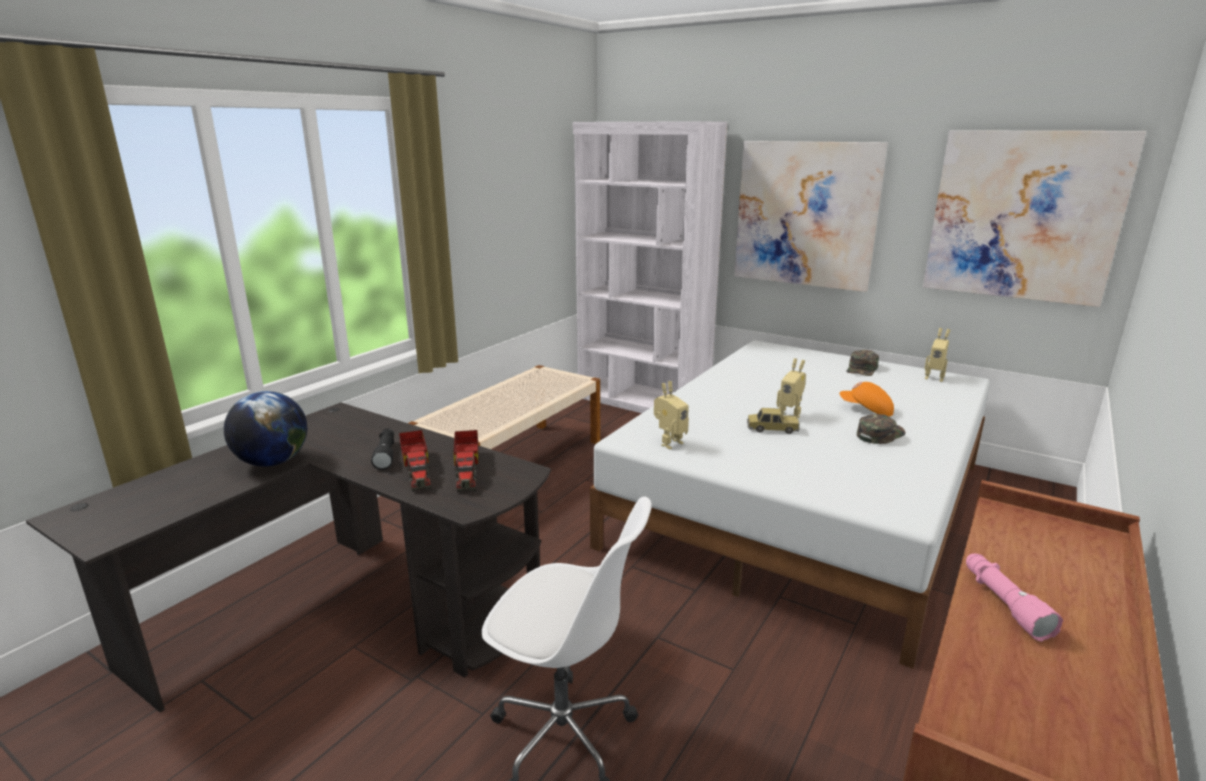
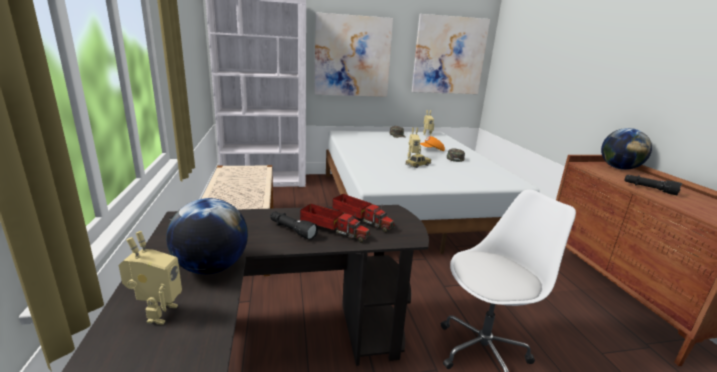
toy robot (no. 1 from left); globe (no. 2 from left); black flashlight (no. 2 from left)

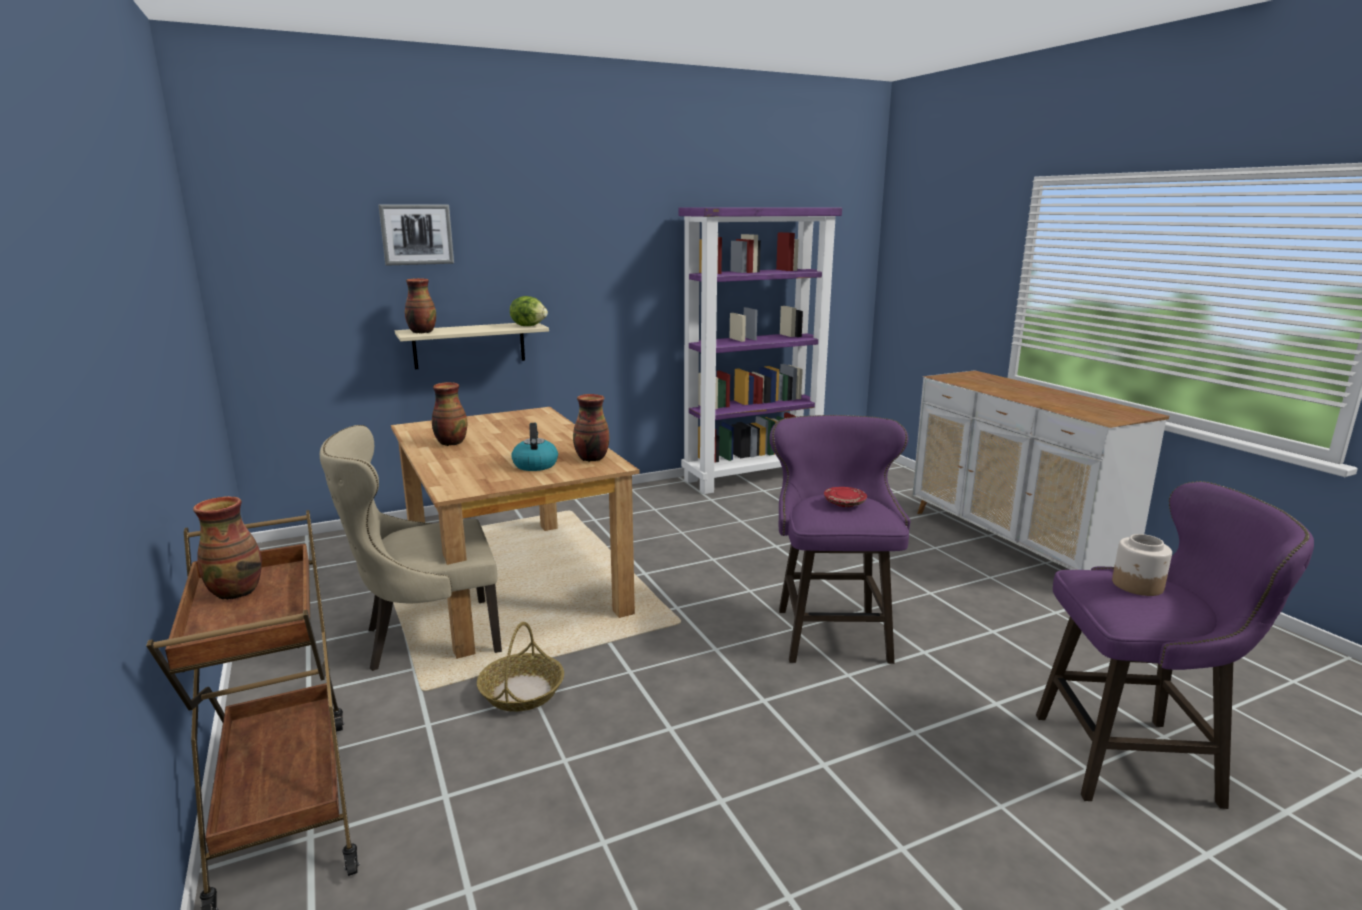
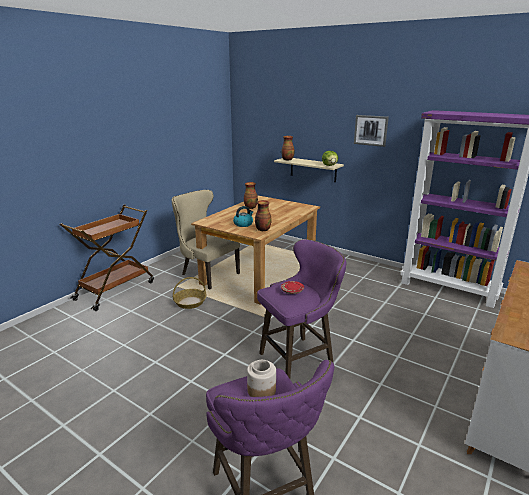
picture; vase (no. 1 from left in the first image)

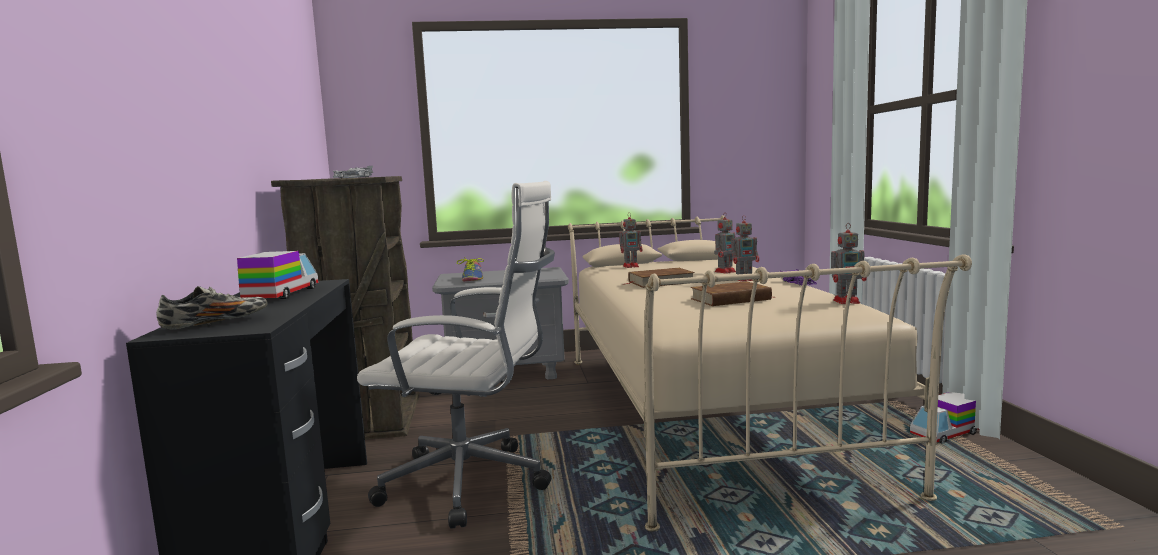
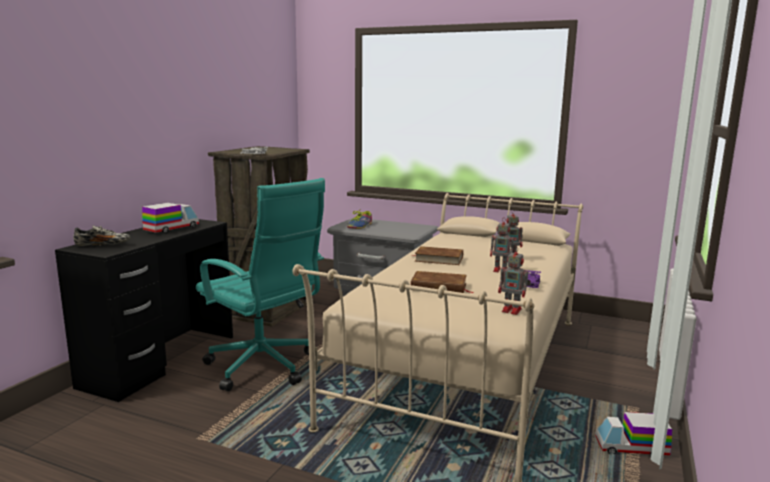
turquoise office chair; toy robot (no. 1 from left in the first image)

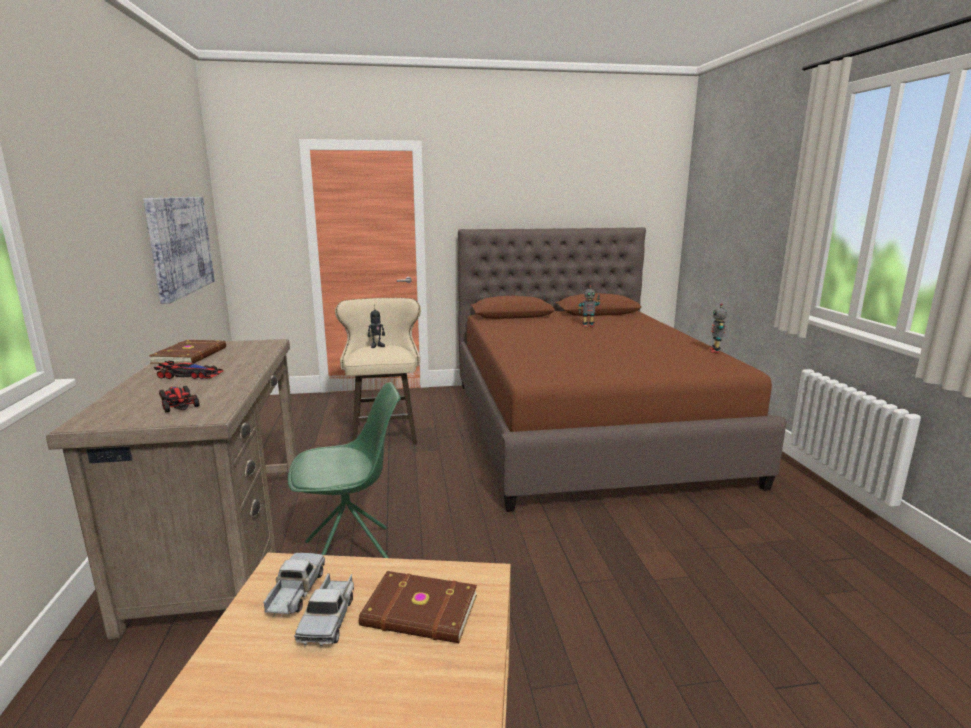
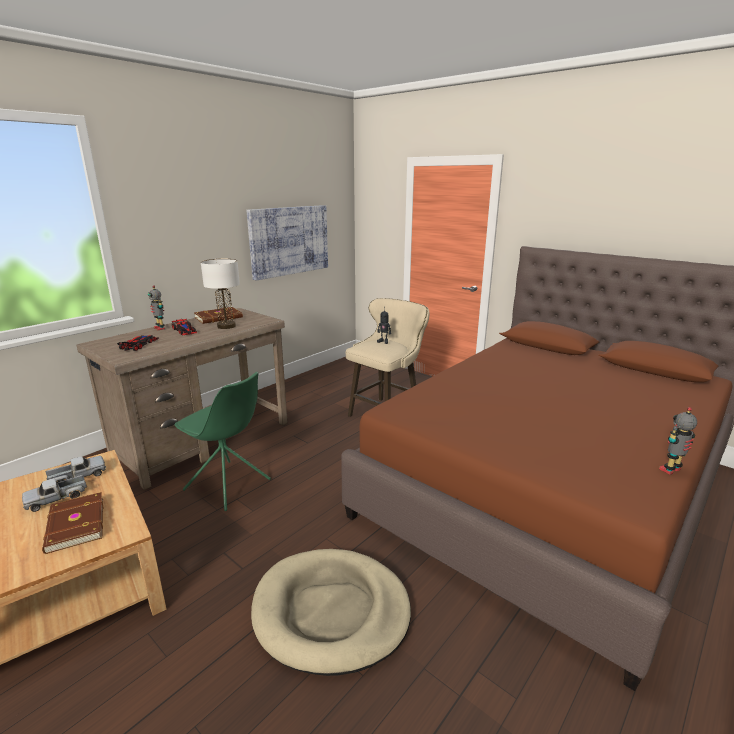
toy robot (no. 1 from left); table lamp; beige dog bed

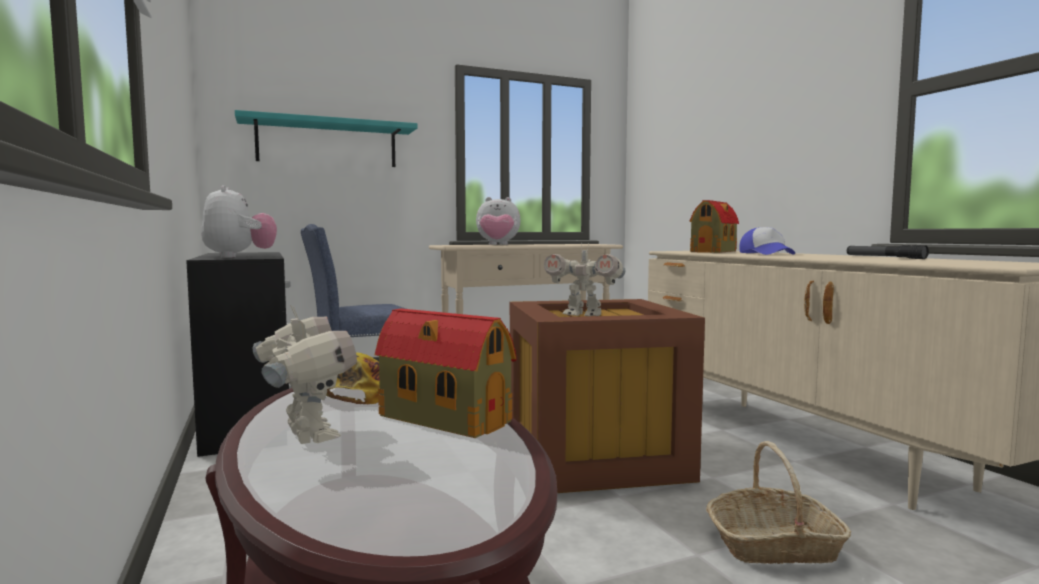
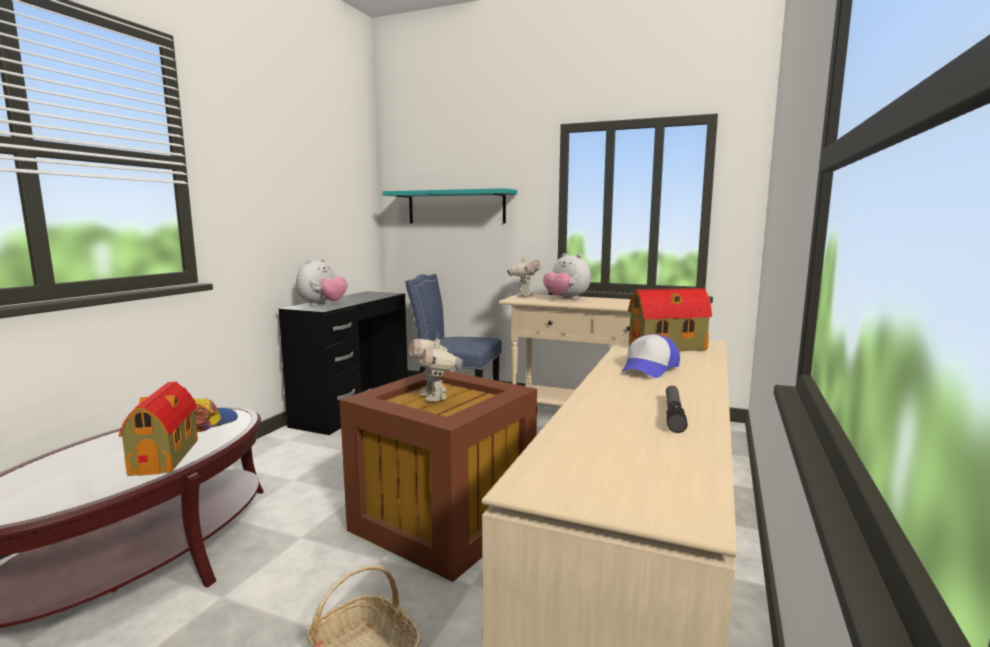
toy robot (no. 2 from left)

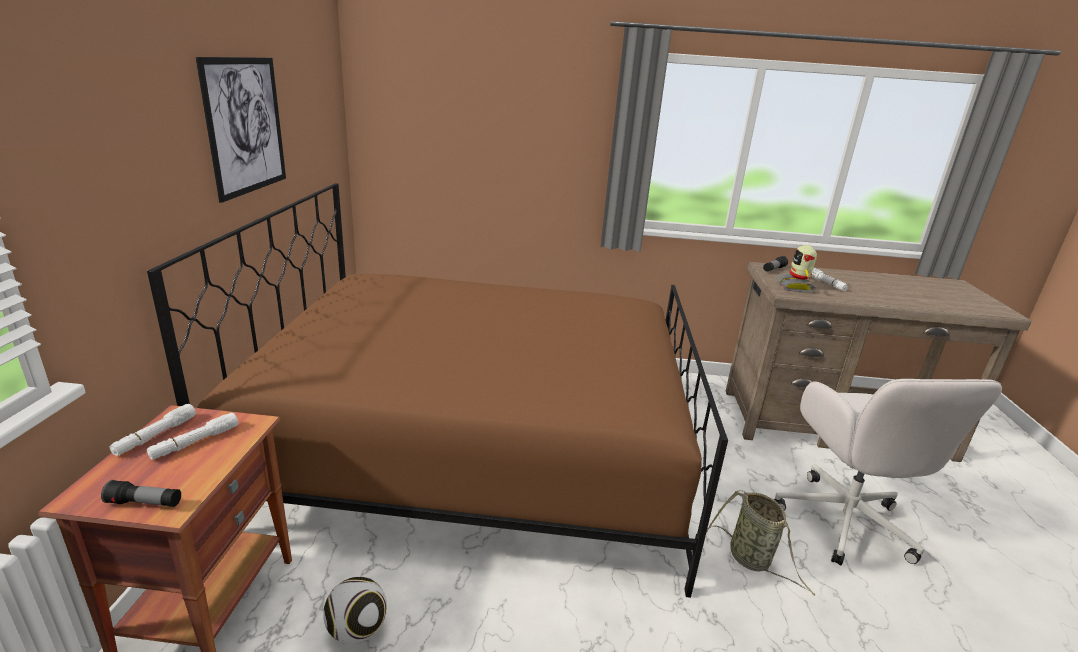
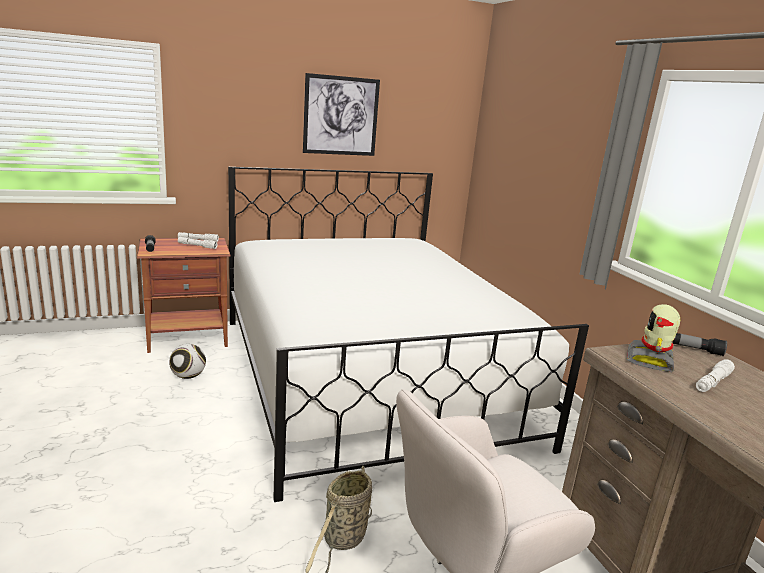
white bed; toy robot

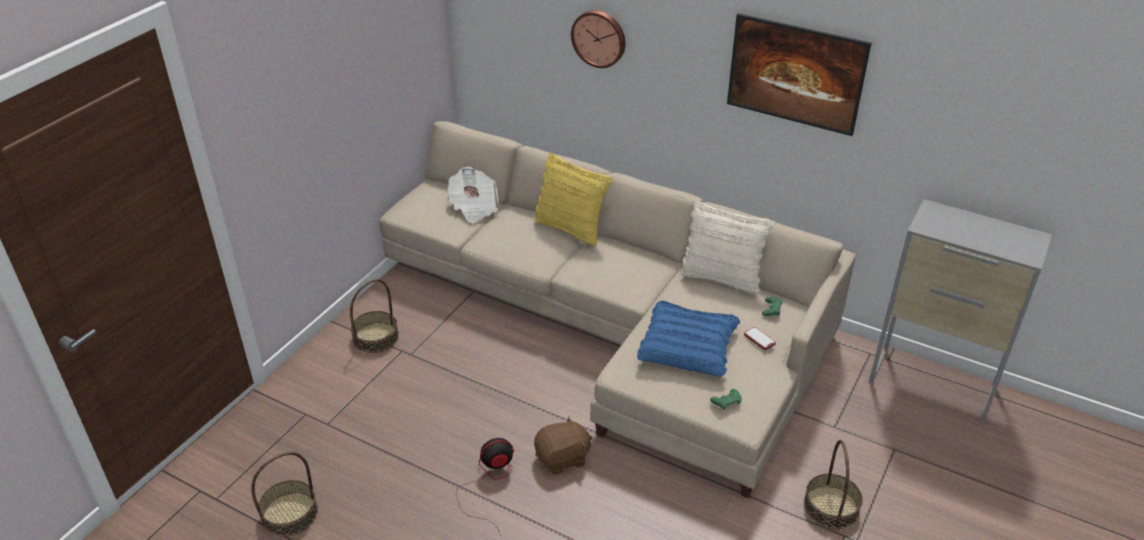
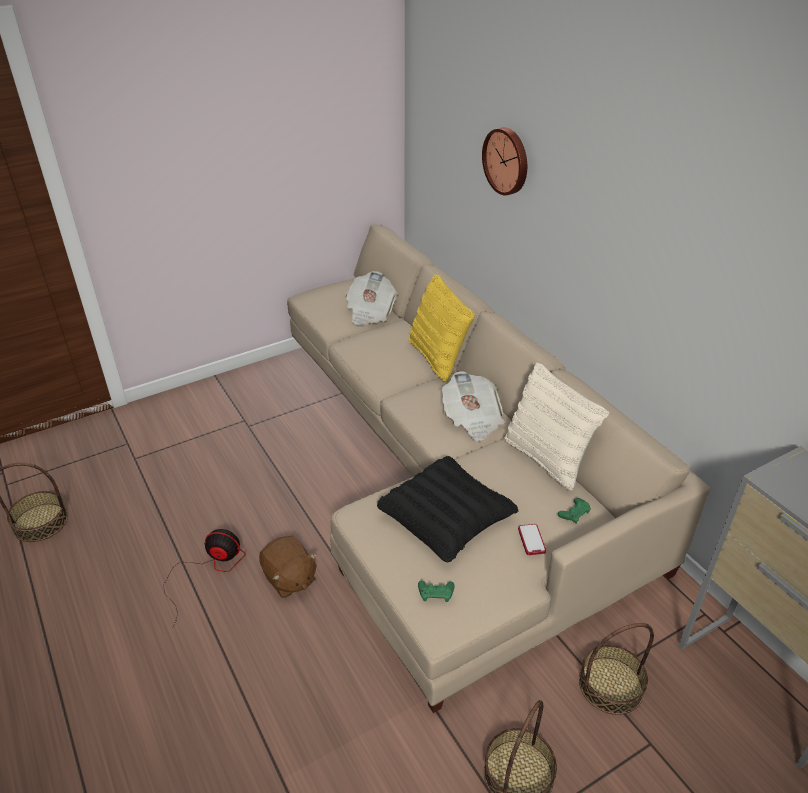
brown plush toy; black pillow; newspaper (no. 2 from left); basket (no. 3 from left); picture

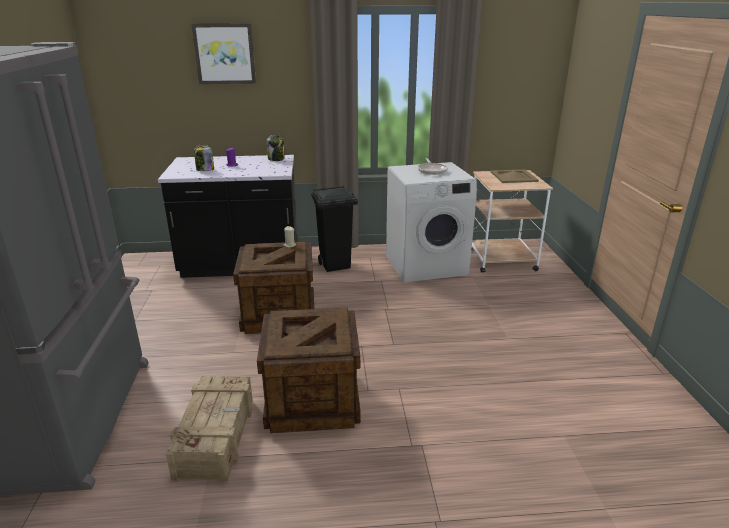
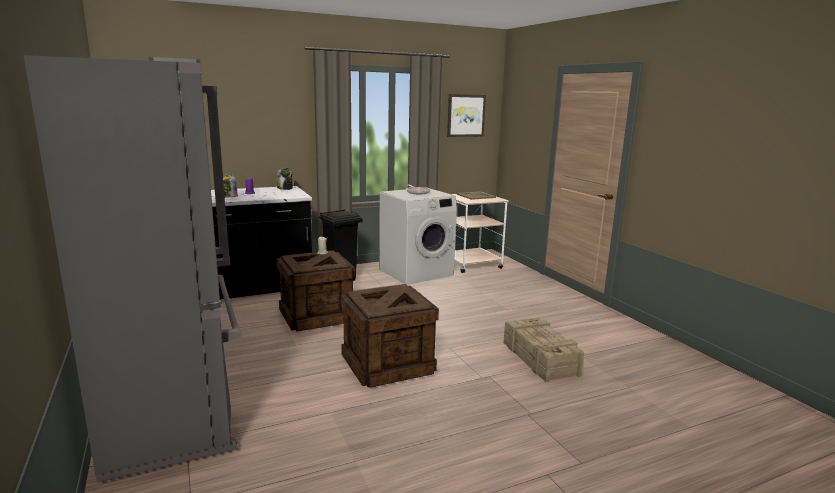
picture; crate (no. 3 from left)

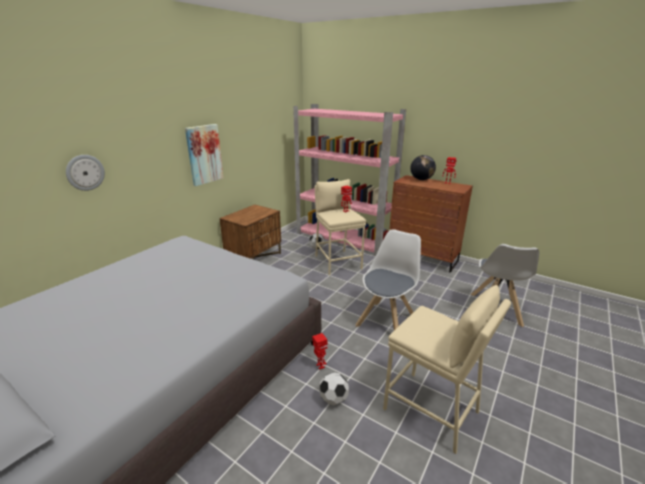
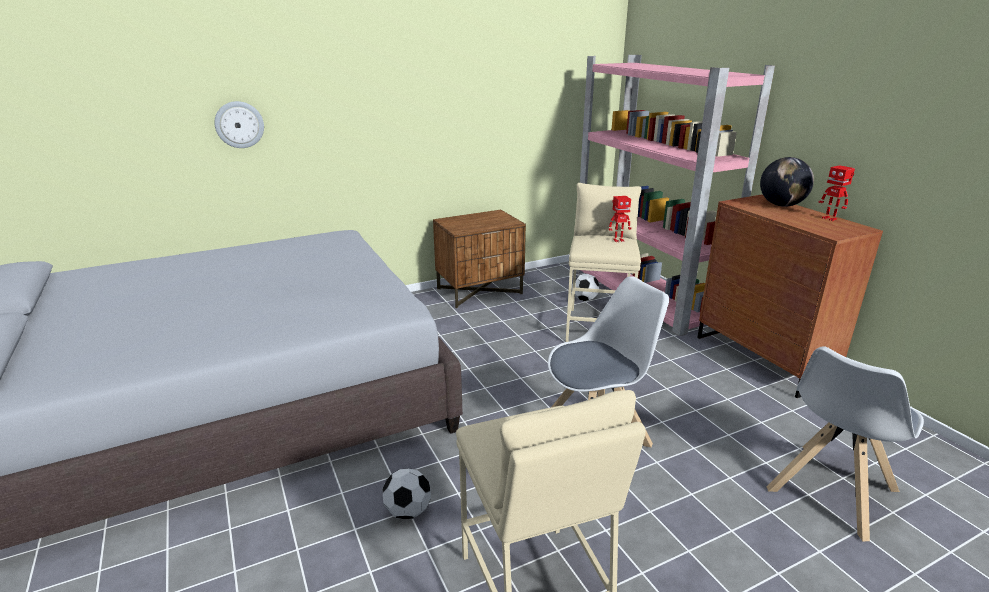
picture; toy robot (no. 1 from left in the first image)

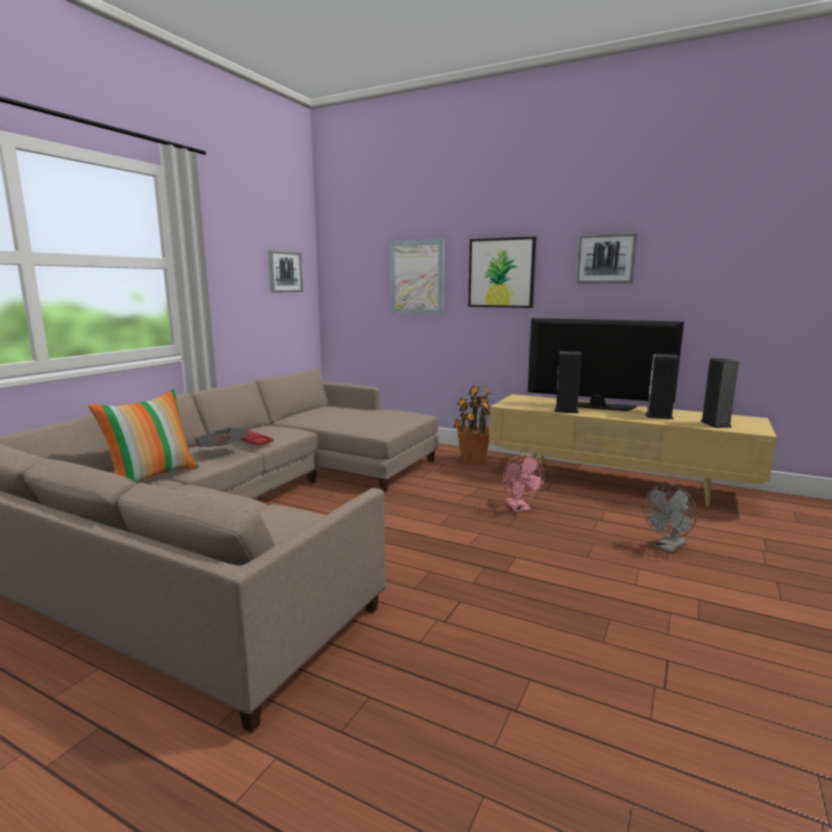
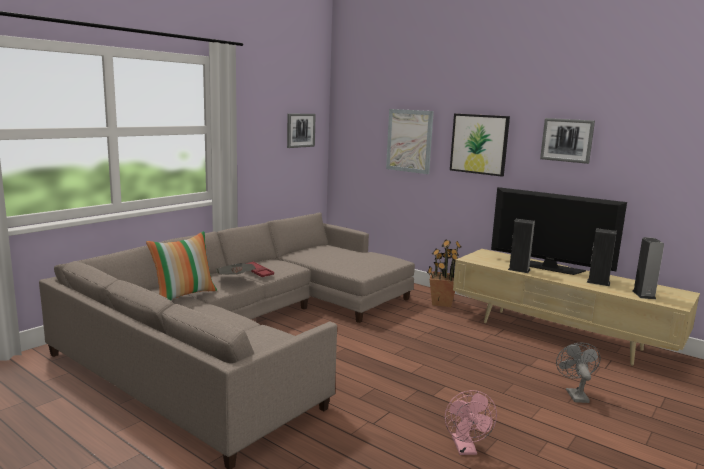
pink fan; grey fan

